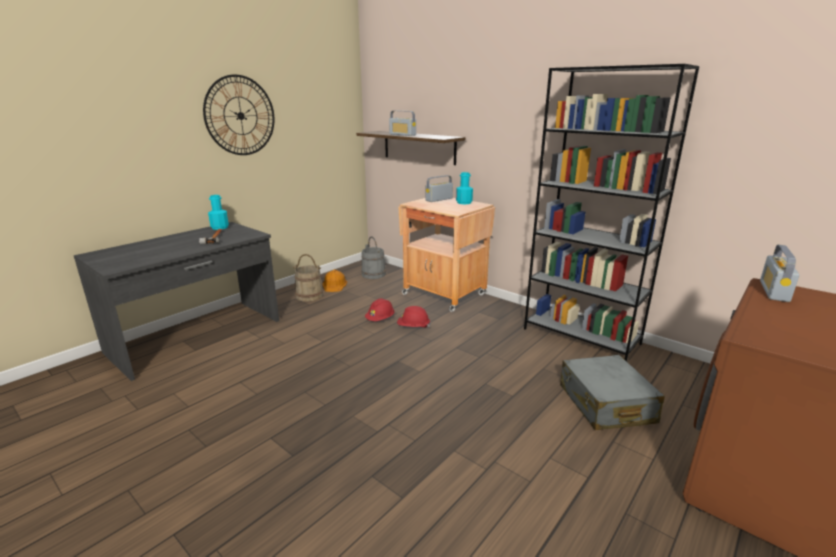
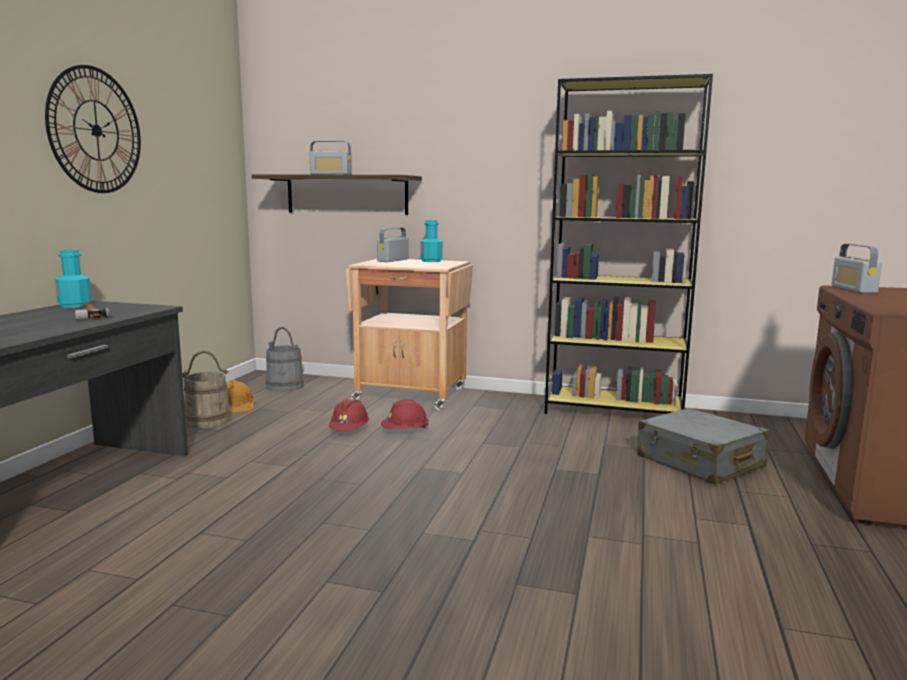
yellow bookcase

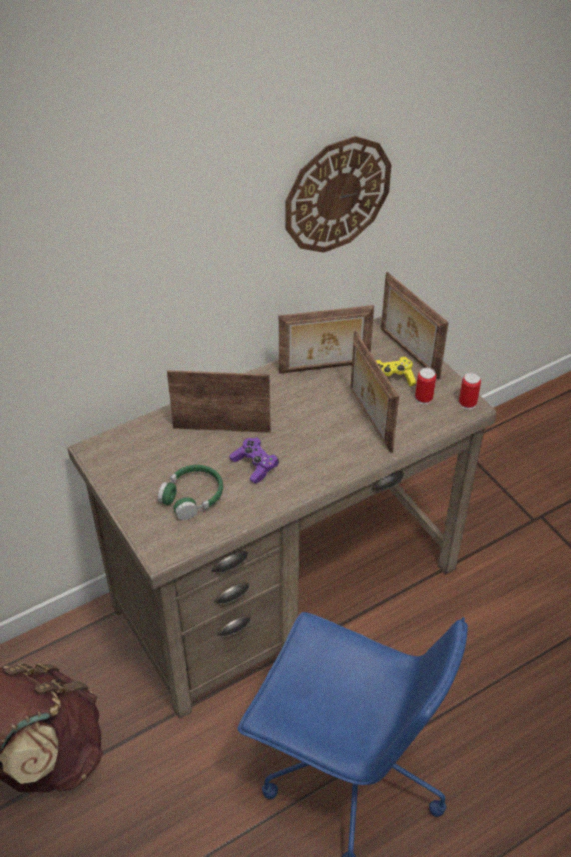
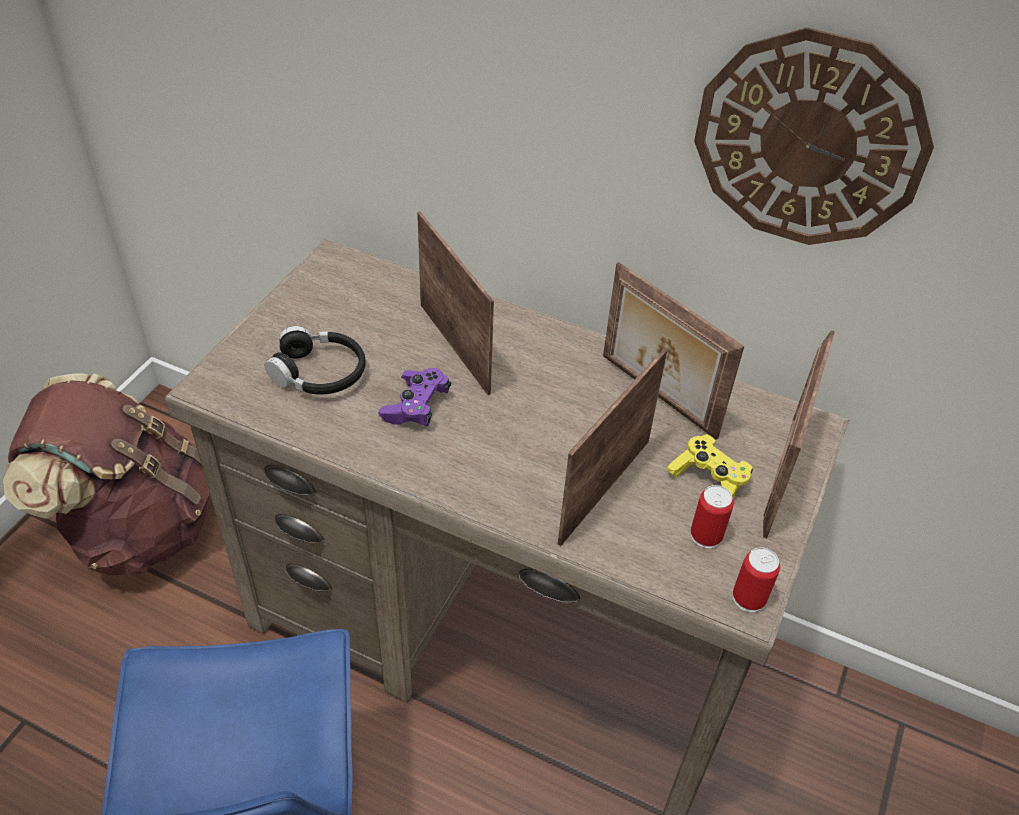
black headphones

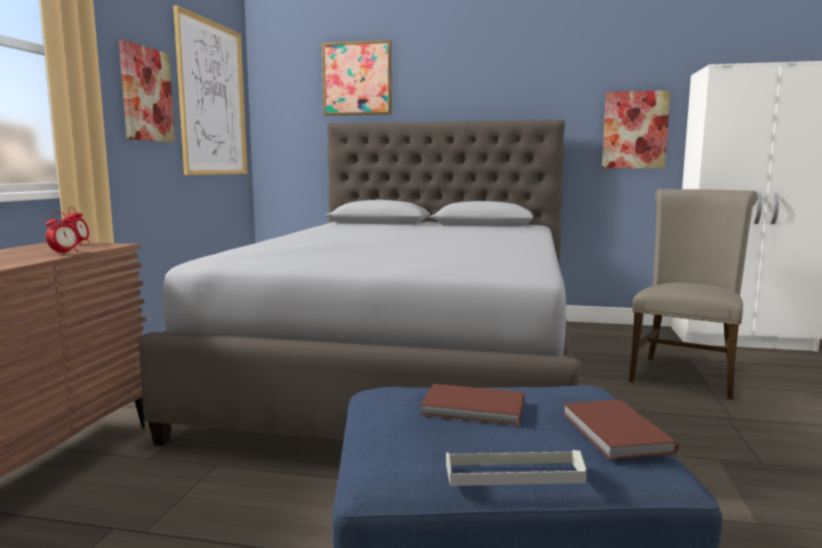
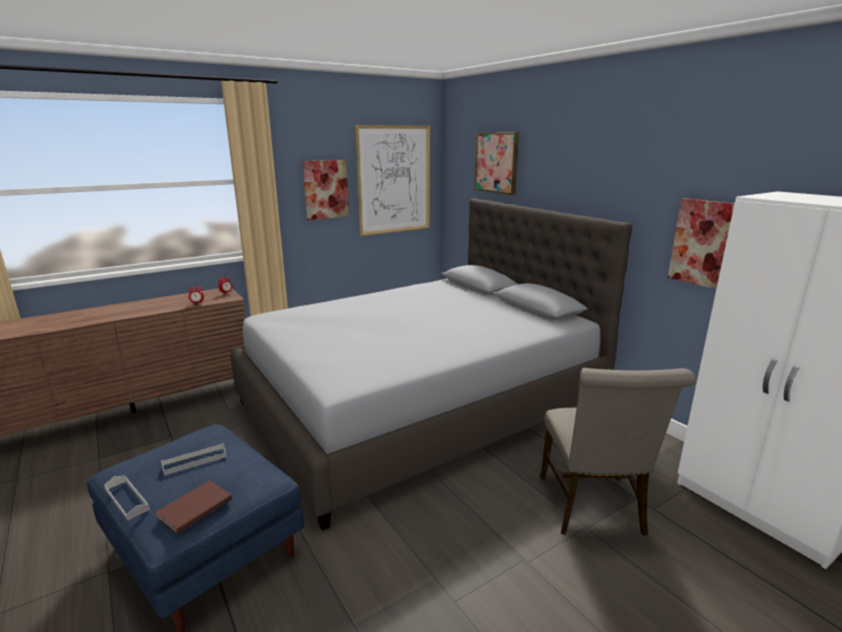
grey tray (no. 2 from left); beige chair

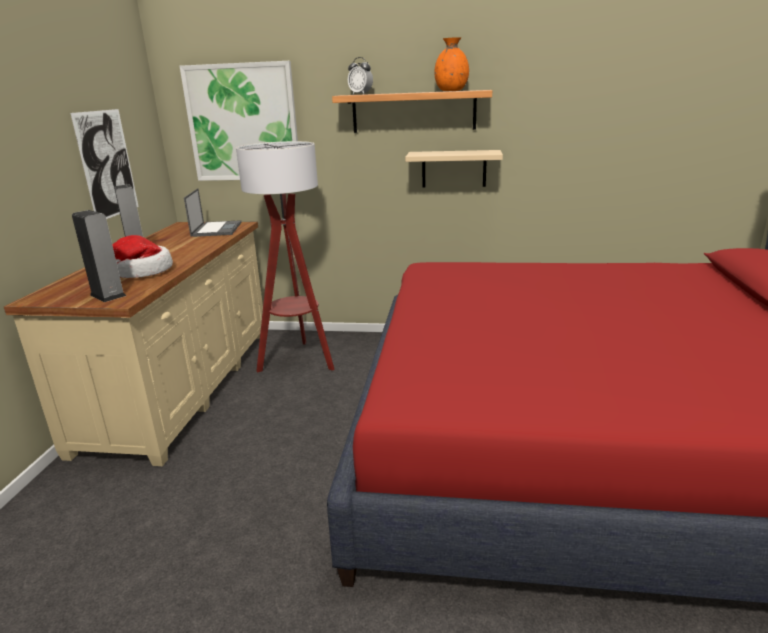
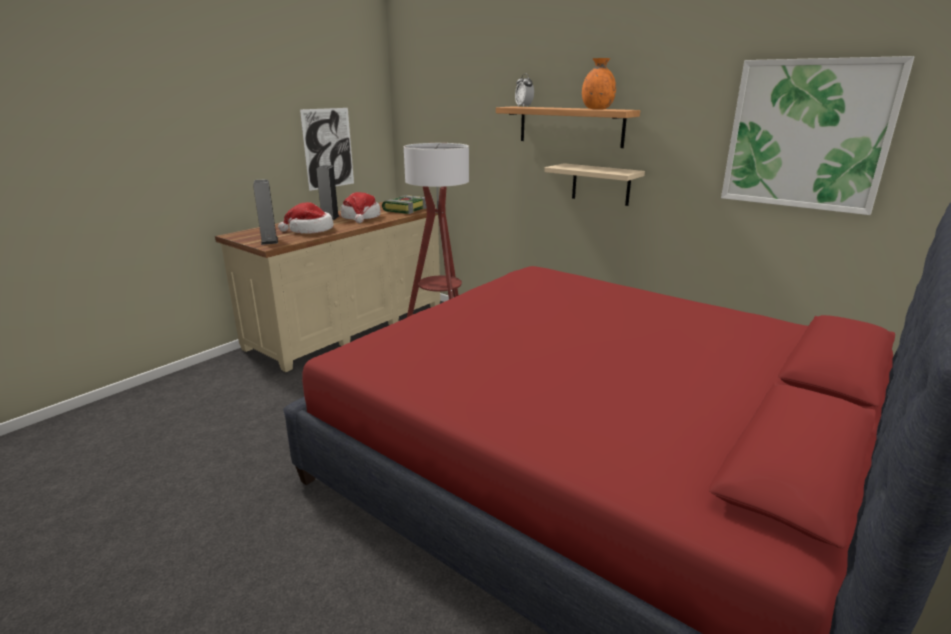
hat (no. 2 from left); book; picture (no. 2 from left)

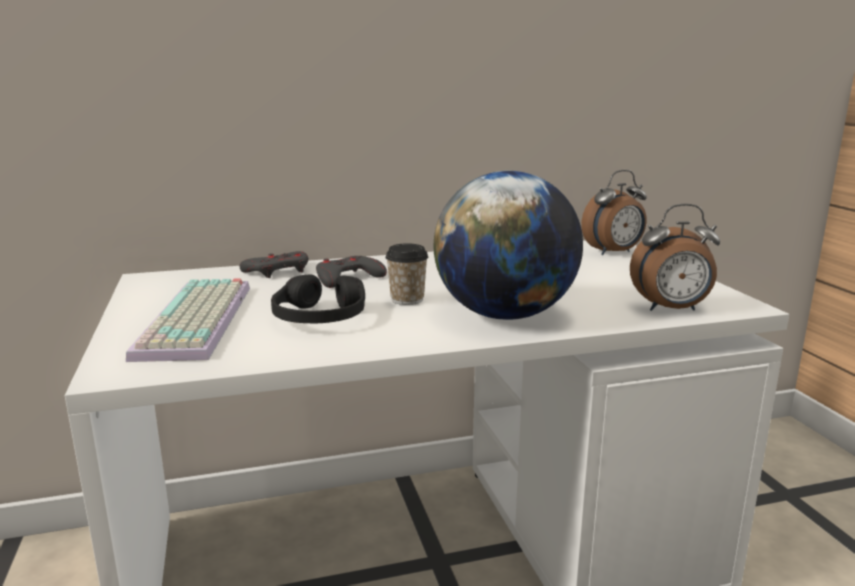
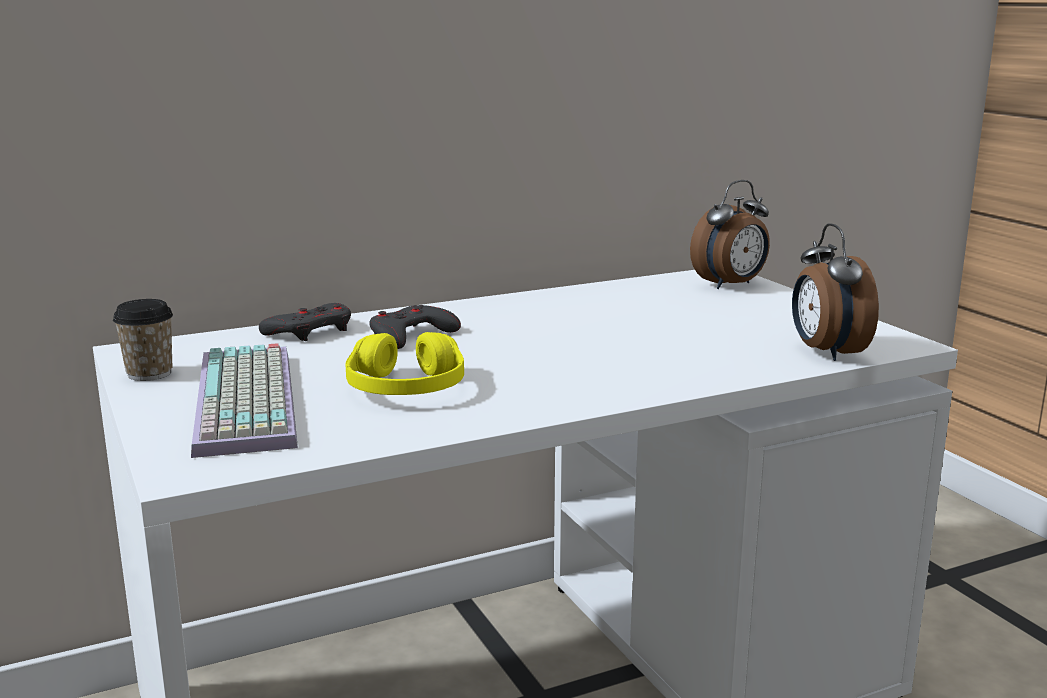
cup; yellow headphones; alarm clock (no. 2 from left); globe

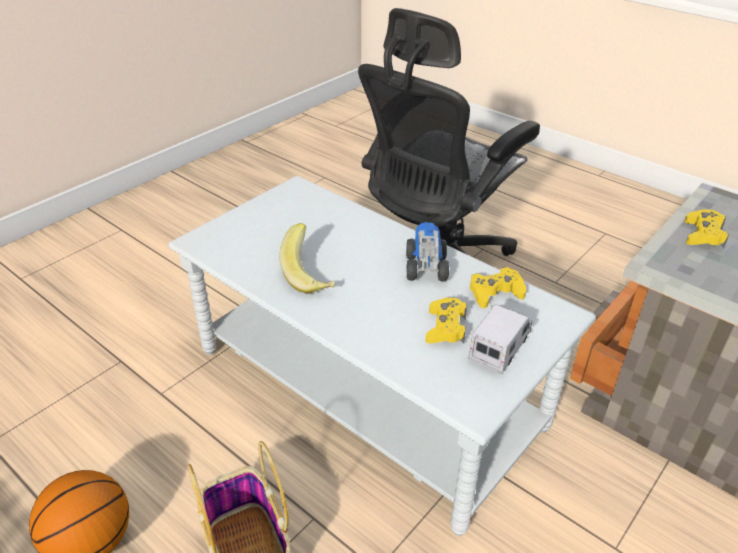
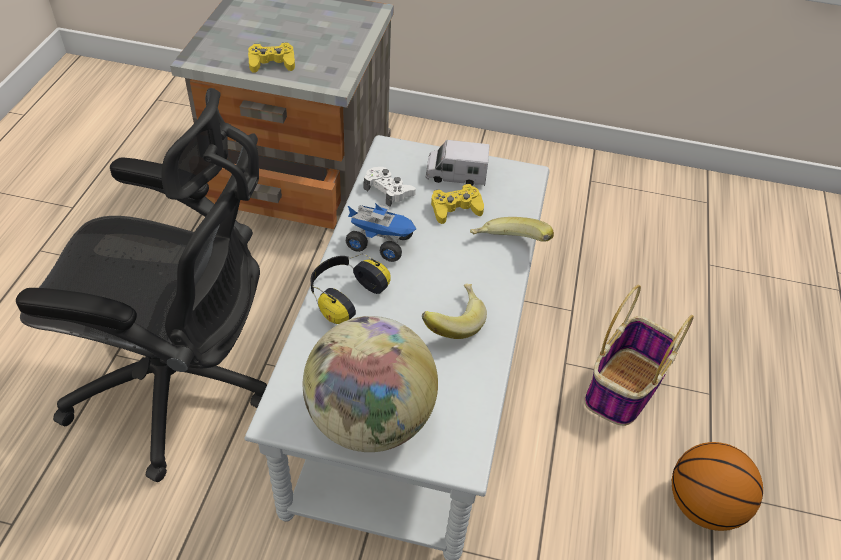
globe; headphones; toy truck (no. 1 from left); white game controller; banana (no. 2 from left)

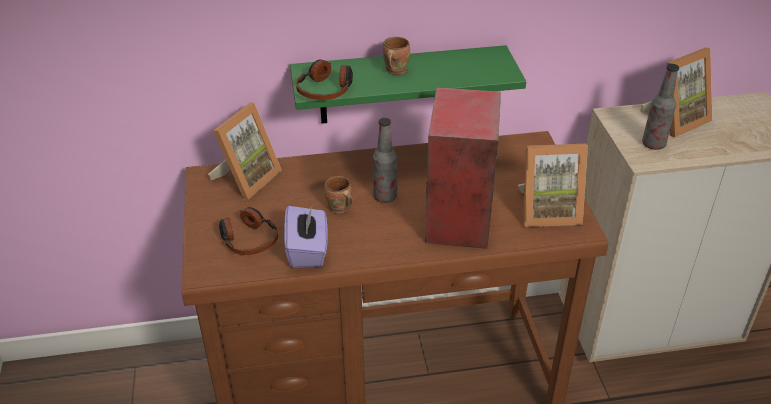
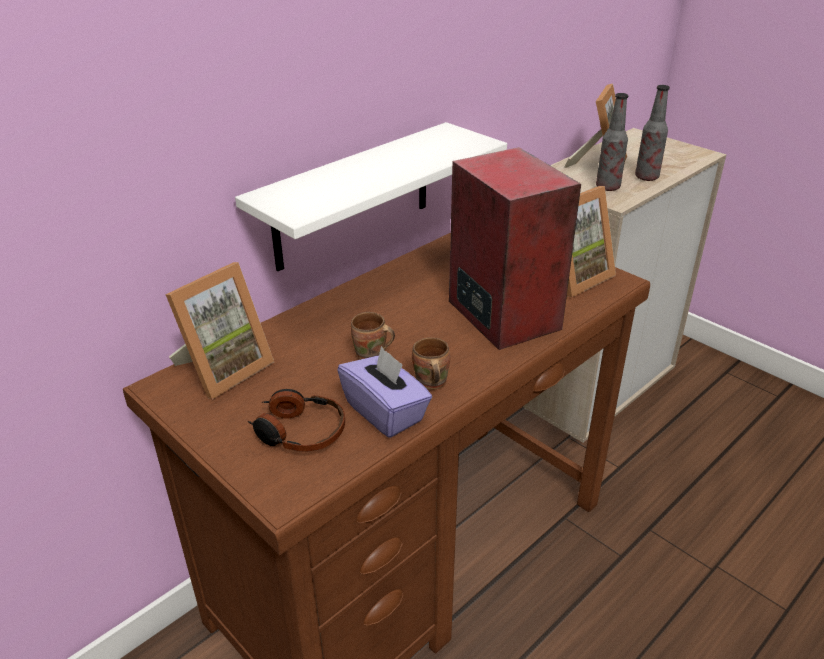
picture frame (no. 1 from left); white shelf; brown mug (no. 2 from left); bottle (no. 2 from left); headphones (no. 2 from left in the first image)

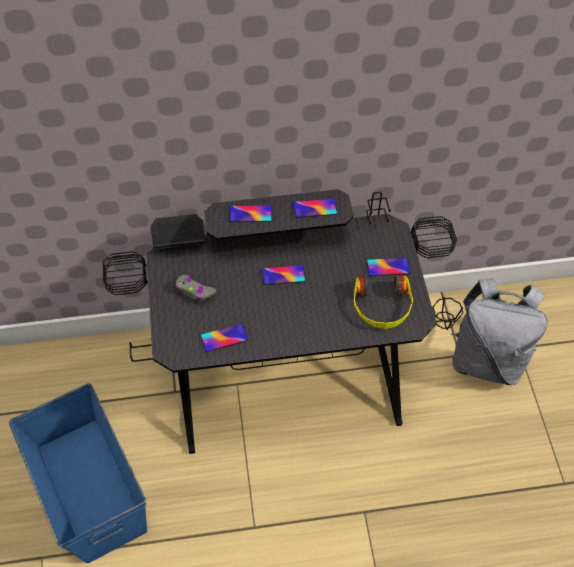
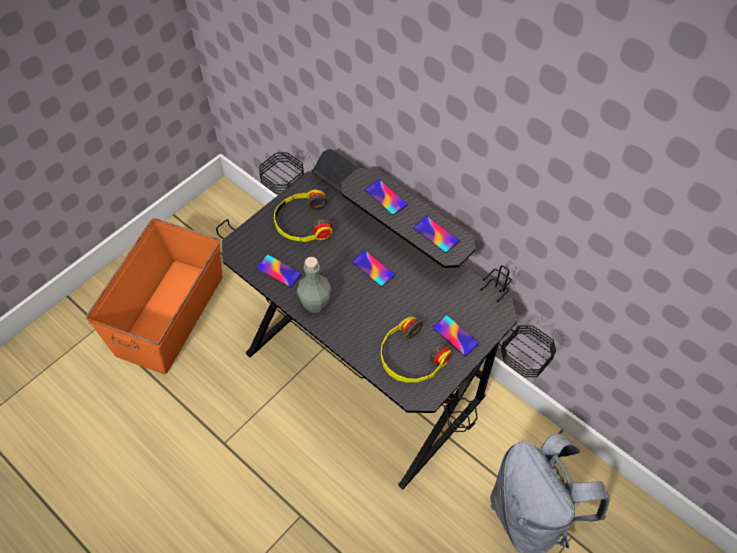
orange storage box; headphones (no. 1 from left); grey bottle

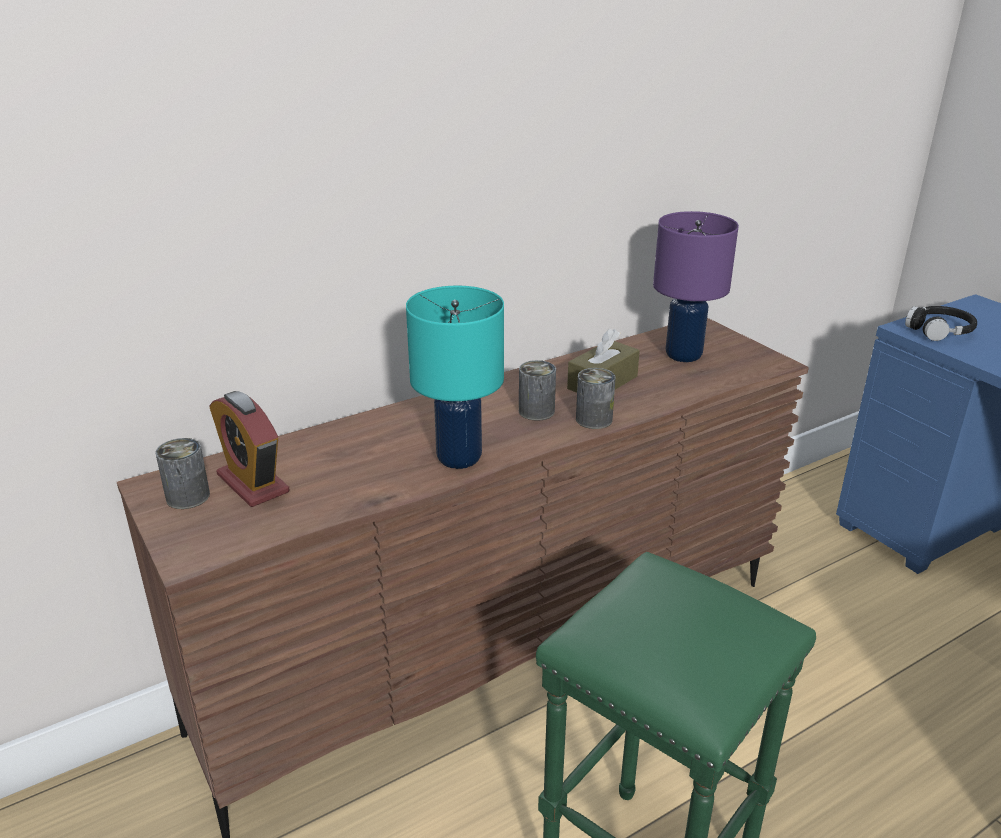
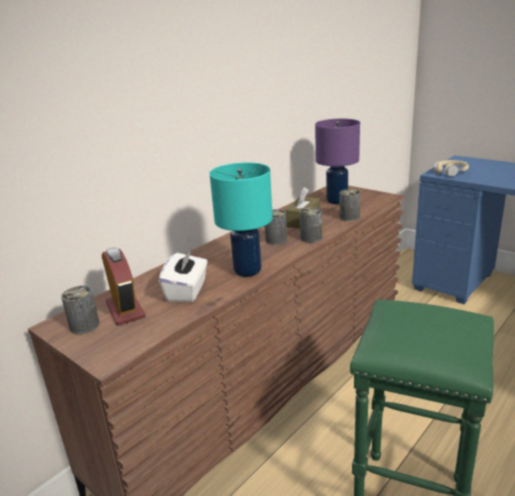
alarm clock; white tissue box; can (no. 4 from left); beige headphones

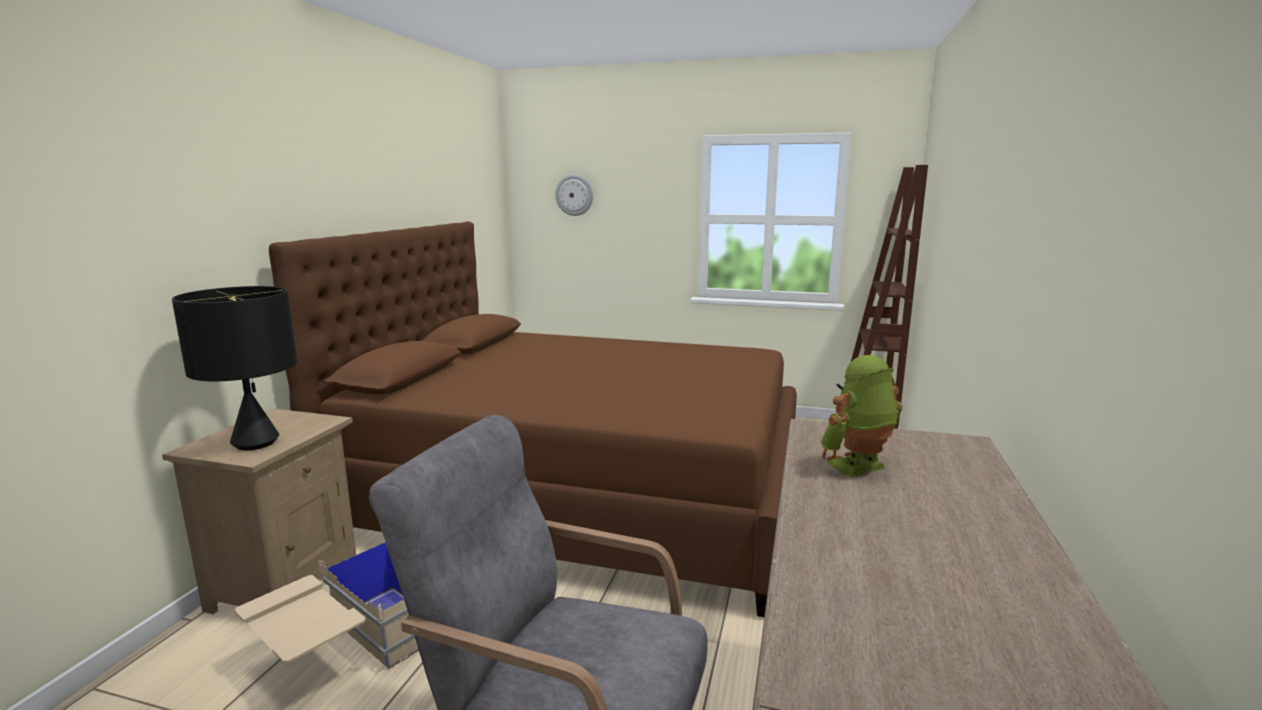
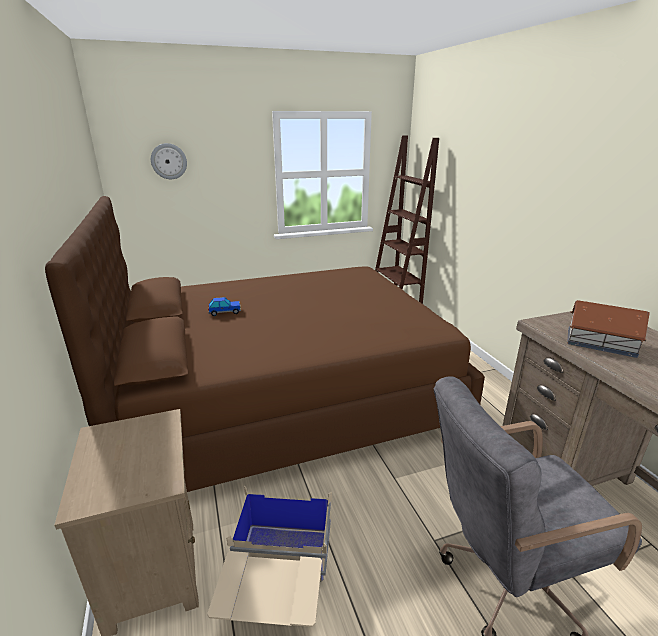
toy car; toy house; black table lamp

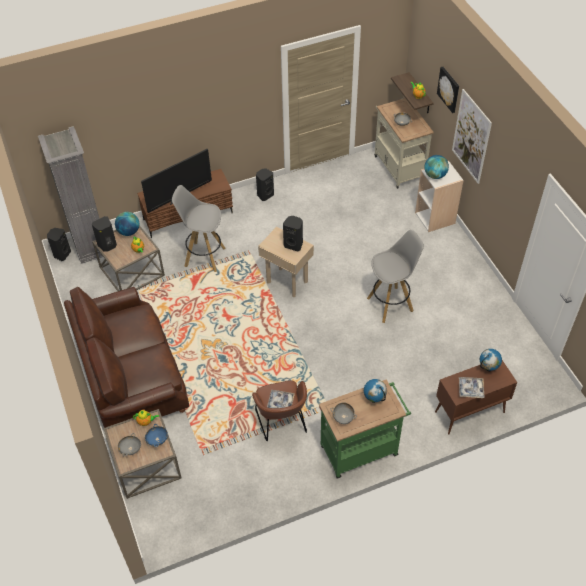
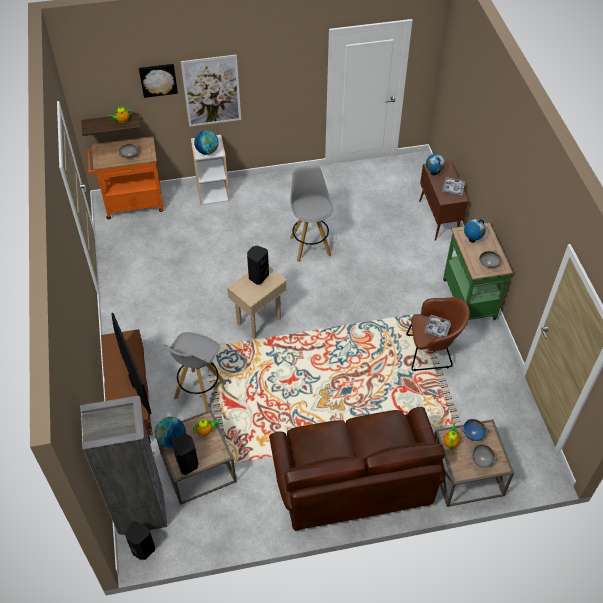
orange cart; black speaker (no. 3 from left in the first image)

